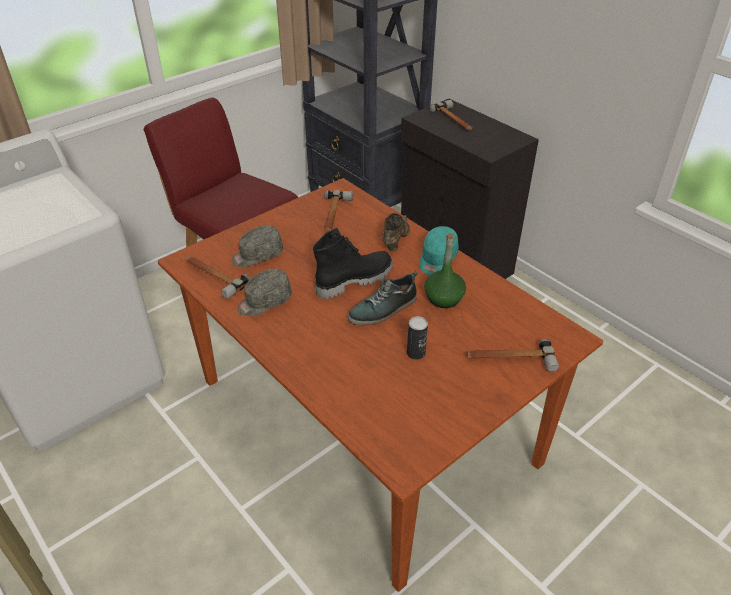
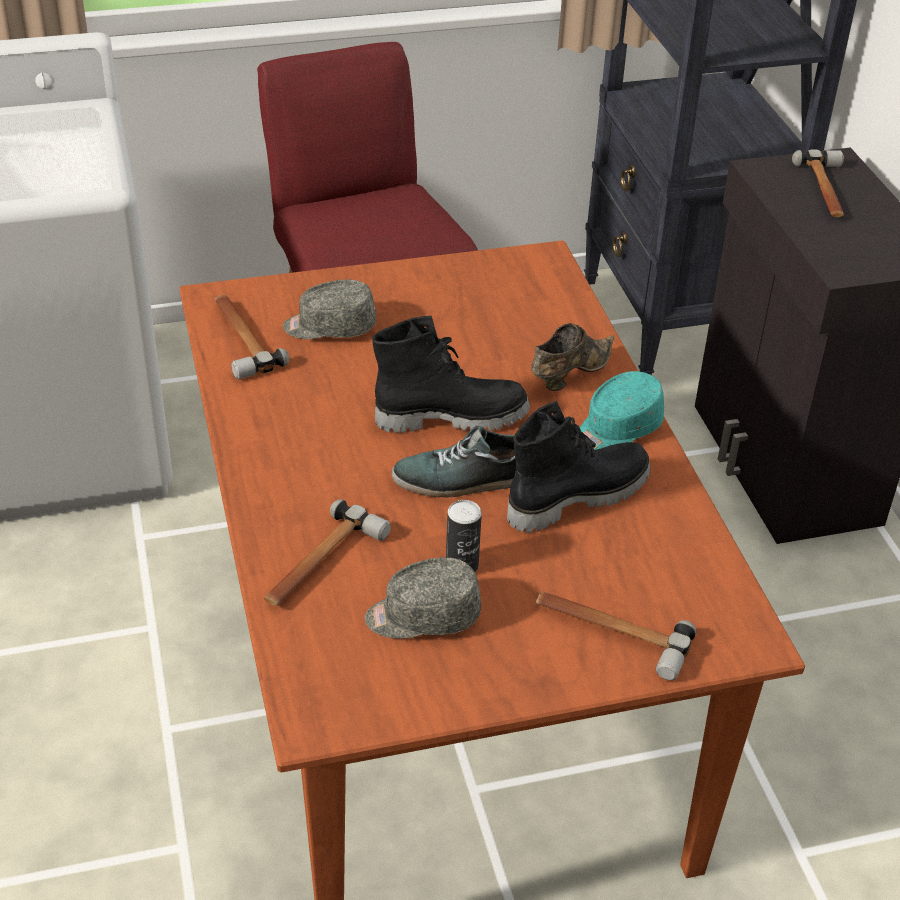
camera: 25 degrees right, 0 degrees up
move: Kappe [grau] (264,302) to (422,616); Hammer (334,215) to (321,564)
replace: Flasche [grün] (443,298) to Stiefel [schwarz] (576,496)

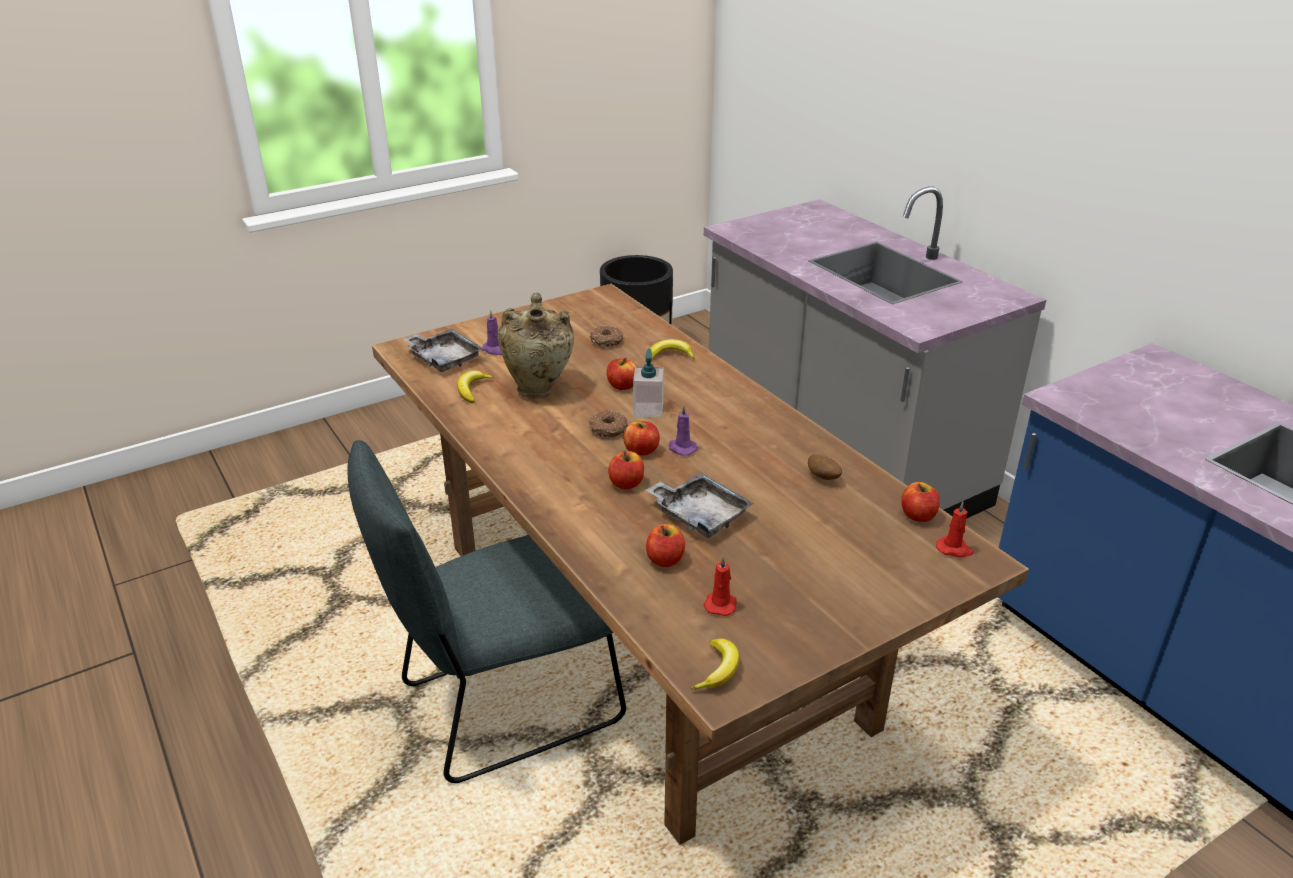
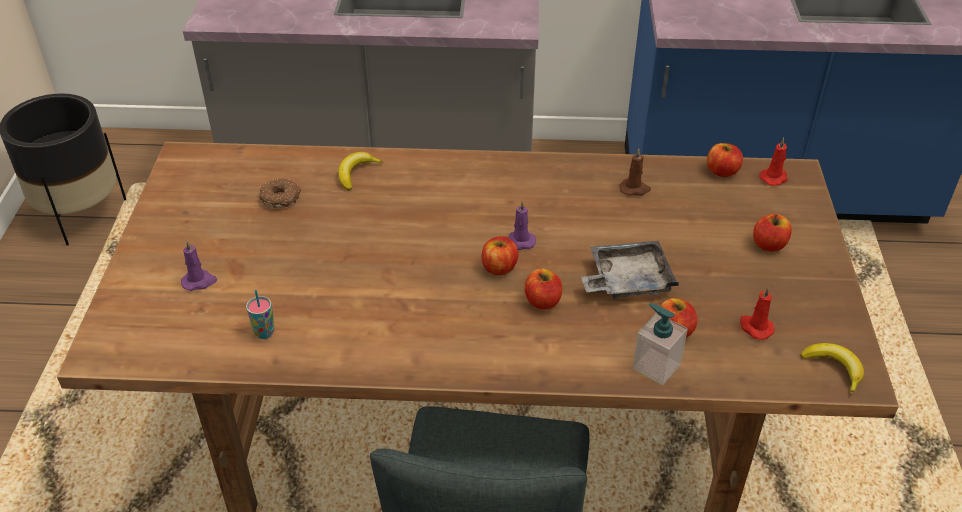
camera: 55 degrees left, 10 degrees up
delete: Tablett [grau] (443,358); Vase [beige] (539,390); Donut (608,430)
move: Apfel (622,386) to (769,245); Seifenspender (648,410) to (656,366)
replace: Banane (473,390) to Tasse (264,333); Kartoffel (823,478) to Kerze [braun] (635,189)

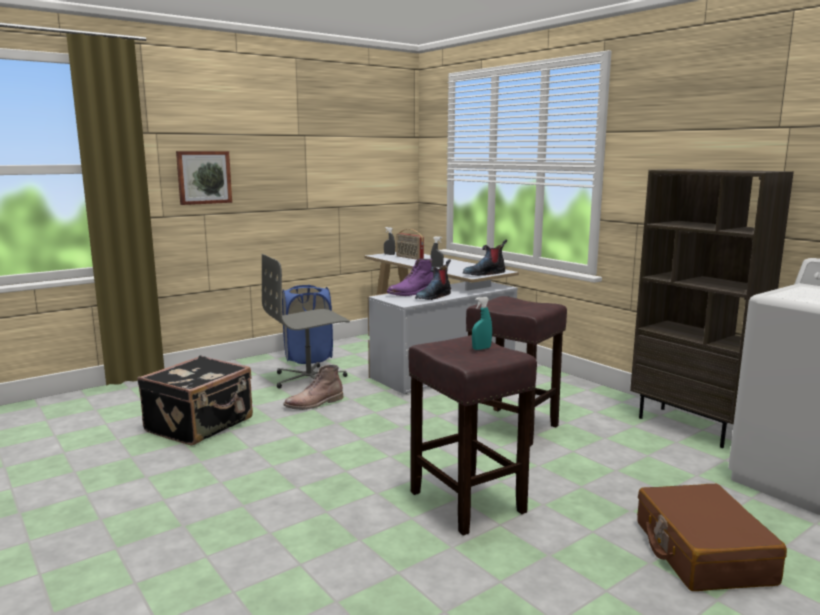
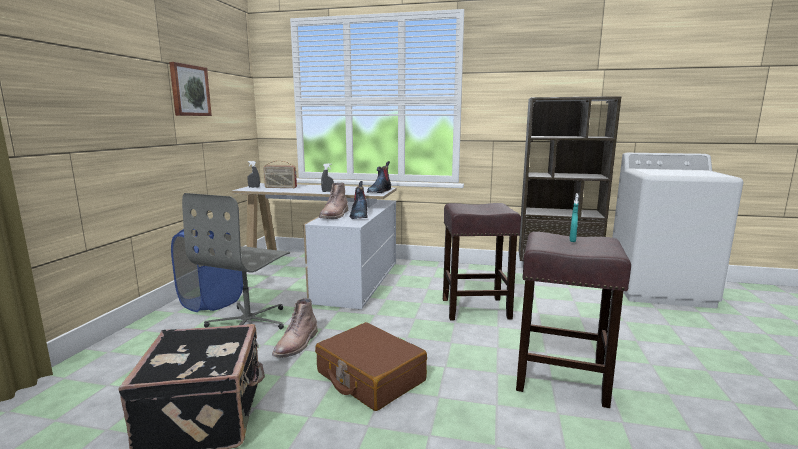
camera: 40 degrees left, 0 degrees up
move: Bild (204,177) to (189,90); Koffer [braun] (702,552) to (370,377)
recolor: Stiefel [lila] (412,293) to Stiefel [braun] (335,216)

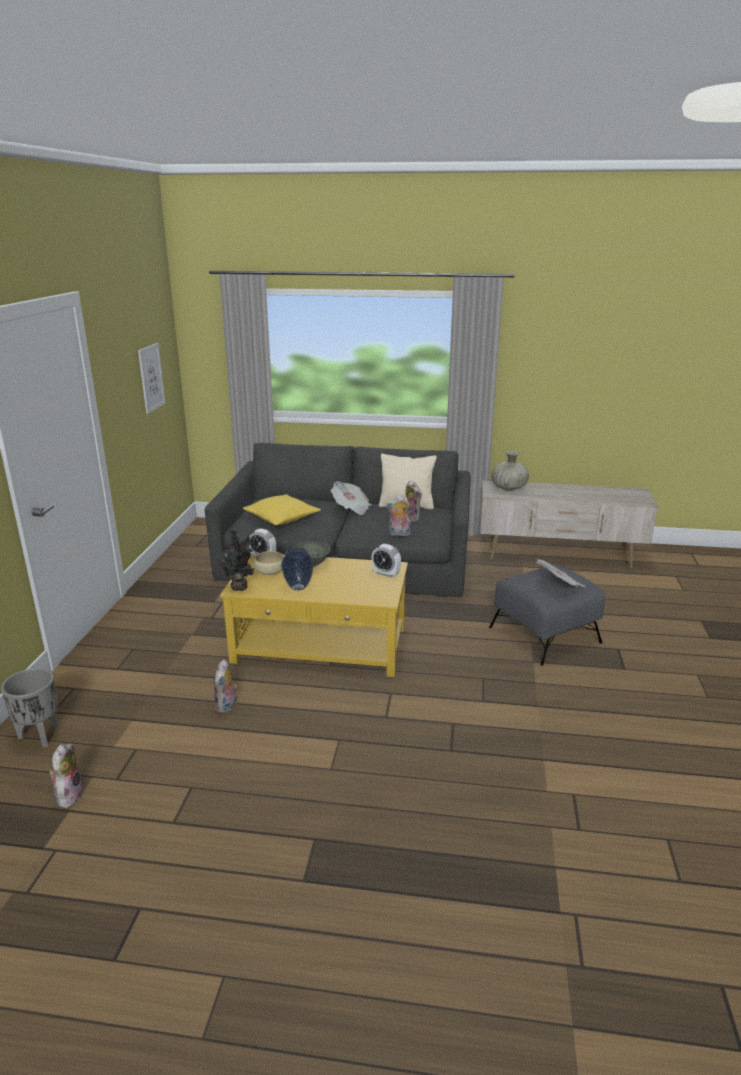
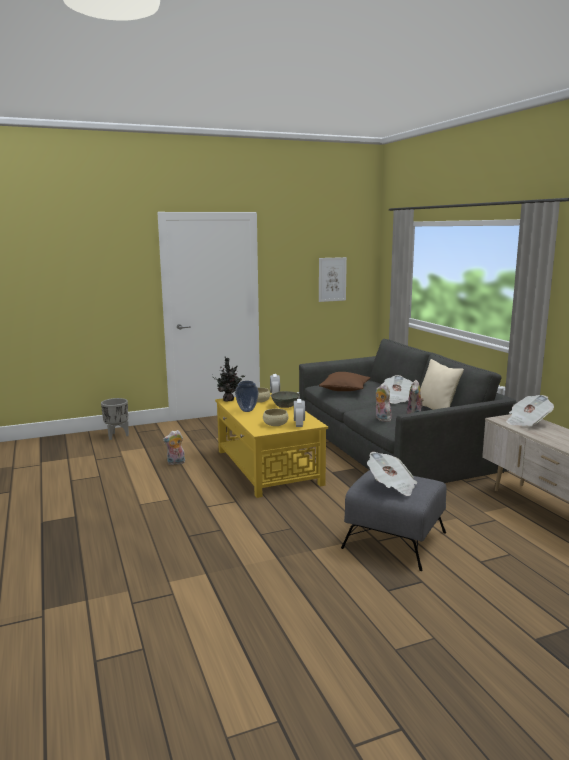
camera: 60 degrees right, 10 degrees down
delete: Plüschtier (69,795)
insert: Schüssel [beige] (275,424)
replace: Vase [beige] (509,488) to Zeitung (527,422)
recolor: Kissen [gelb] (282,518) to Kissen [braun] (345,389)

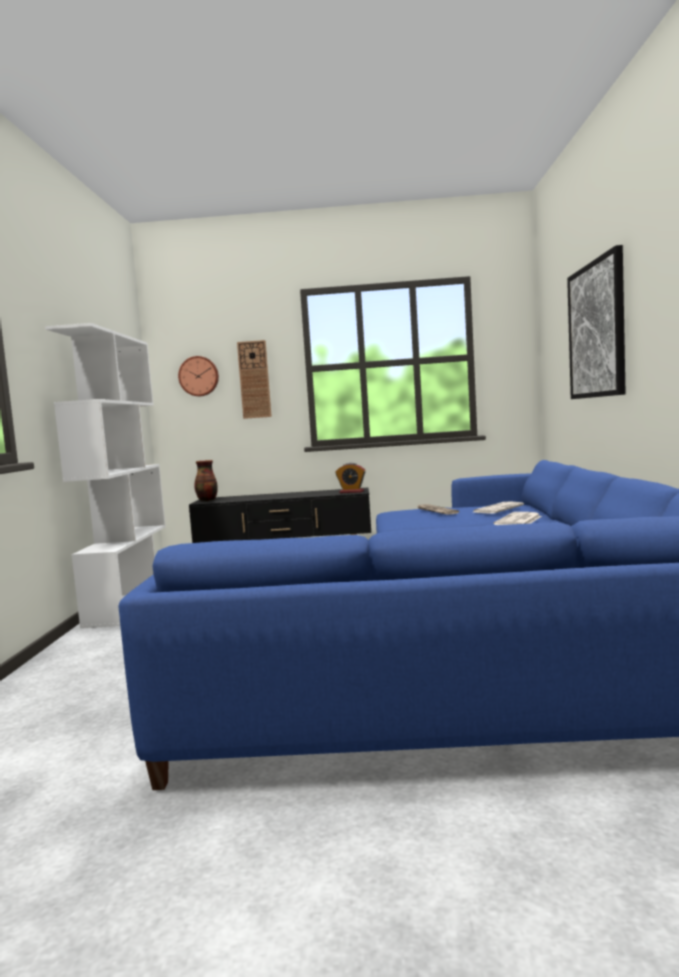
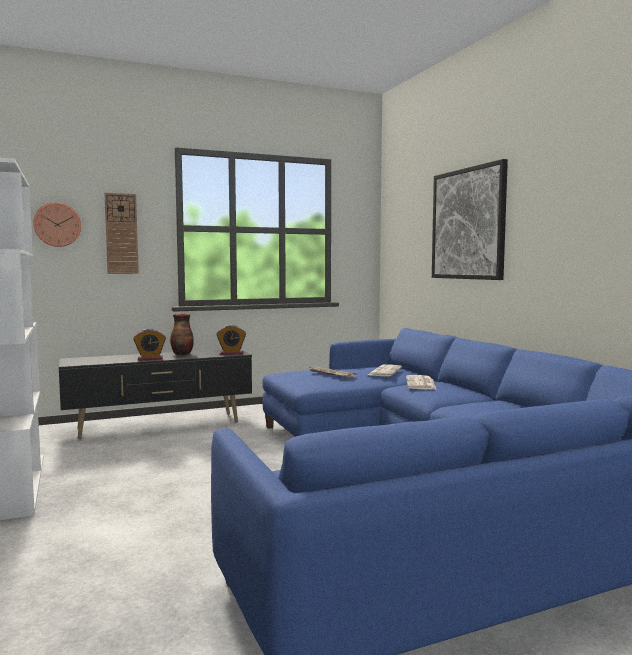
camera: 25 degrees left, 0 degrees up
insert: Wecker (150,359)
move: Vase (207,500) to (182,354)

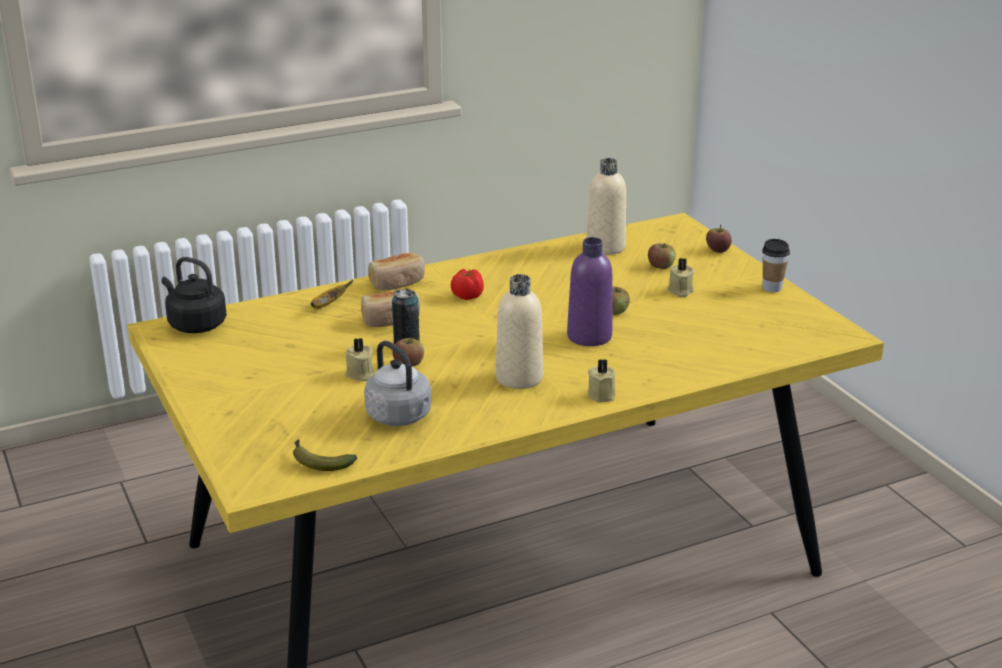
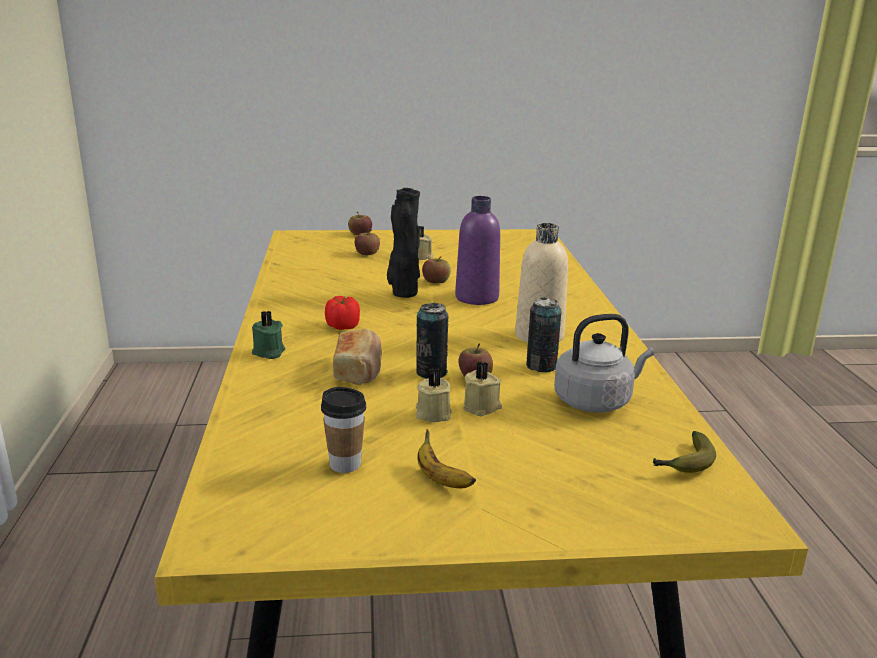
camera: 70 degrees left, 5 degrees down
delete: Wasserkessel [schwarz] (195,324); Flasche [beige] (605,247)
insert: Vase [schwarz] (403,294); Dose (541,366)
move: Banane (328,305) to (441,479); Kerze [beige] (602,394) to (432,413); Tasse (772,288) to (345,464)
replace: Brot (397,282) to Kerze [grün] (268,352)

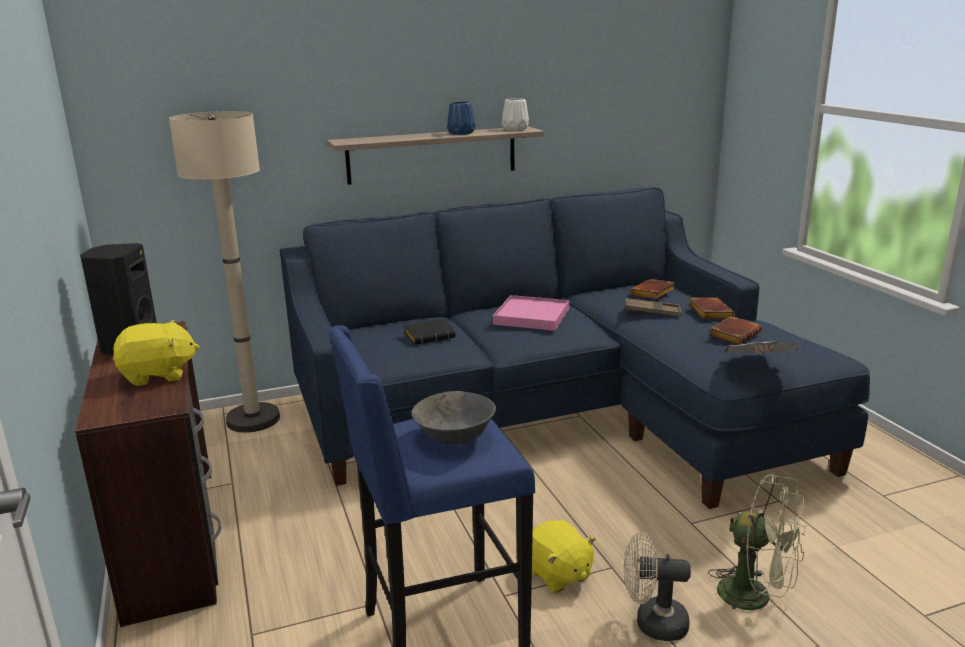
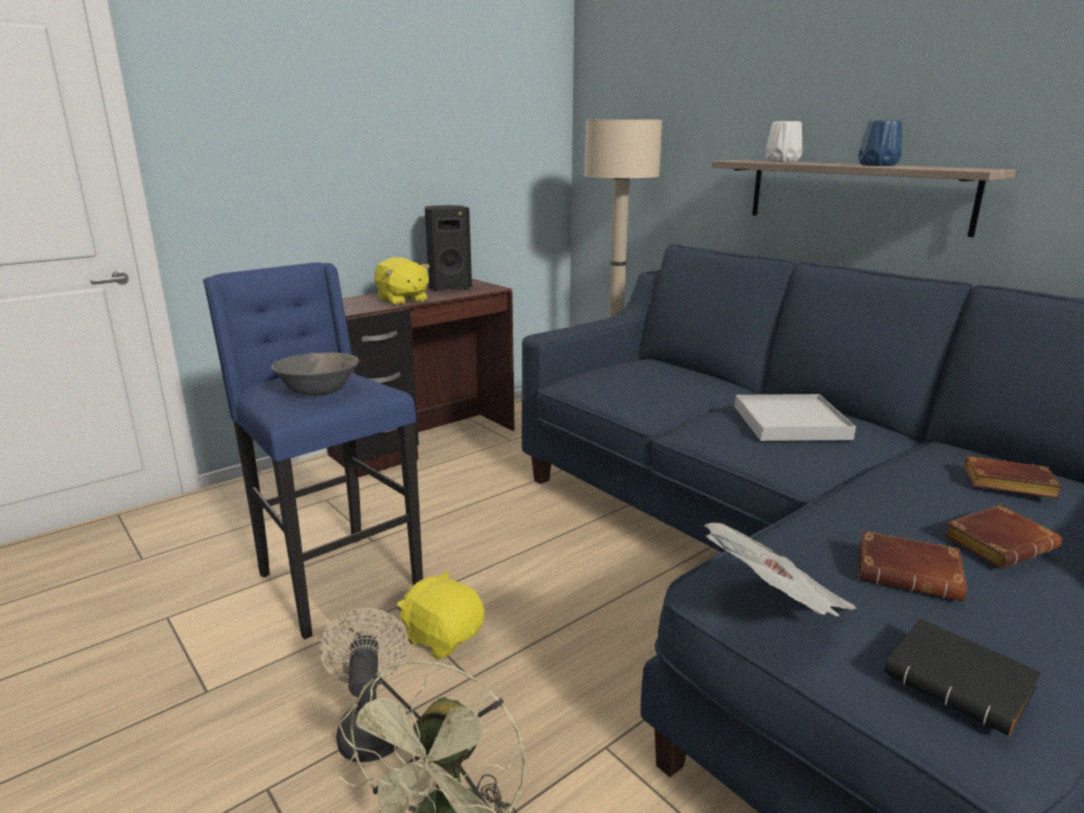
camera: 70 degrees right, 0 degrees up
delete: Tablett [braun] (652,312)
move: Buch [schwarz] (430,336) to (963,684); Vase [weiß] (514,129) to (781,161)
recolor: Tablett [rosa] (532,316) to Tablett [weiß] (791,422)
rotate: Plüschtier [gelb] (558,574) = (443,637) 90 degrees clockwise

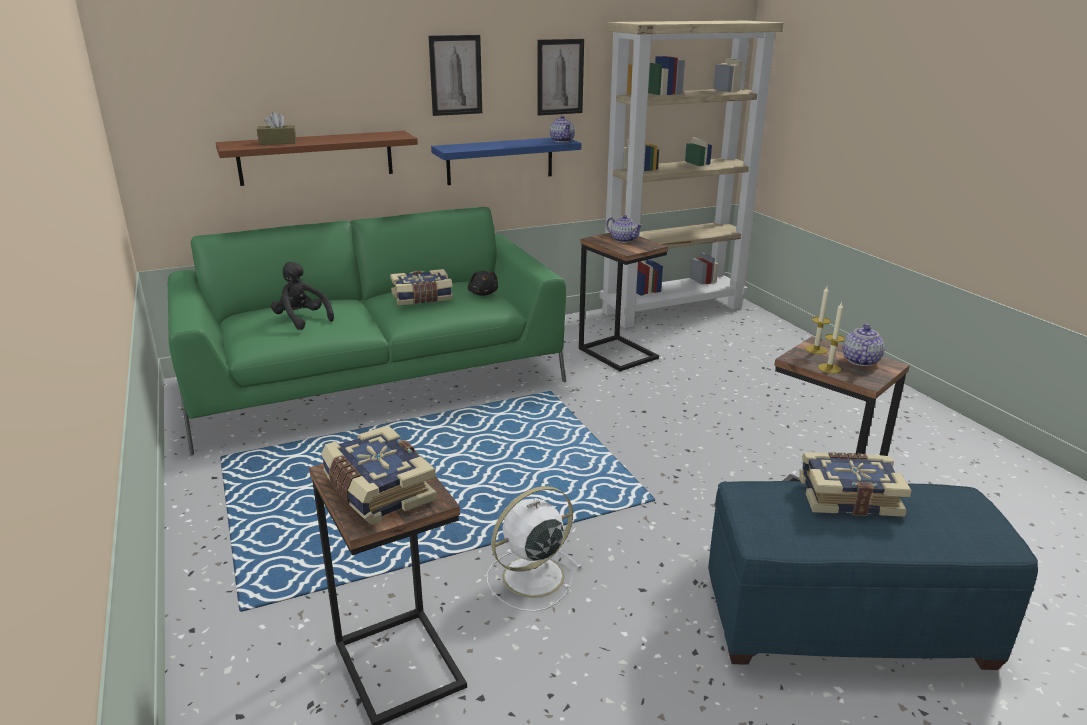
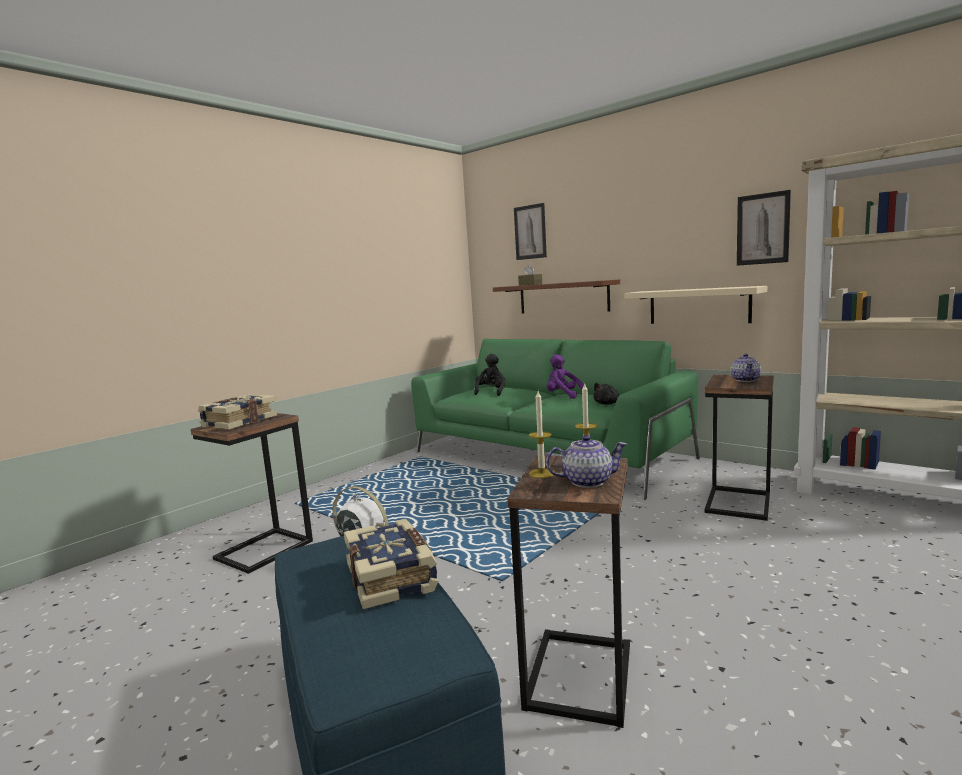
camera: 65 degrees right, 15 degrees down
delete: Teekanne (562,140)
move: Bild (455,75) to (530,232)
replace: Buch (422,298) to Plüschtier [lila] (563,396)
recolor: Wandregal [blau] (500,160) to Wandregal [beige] (698,306)

